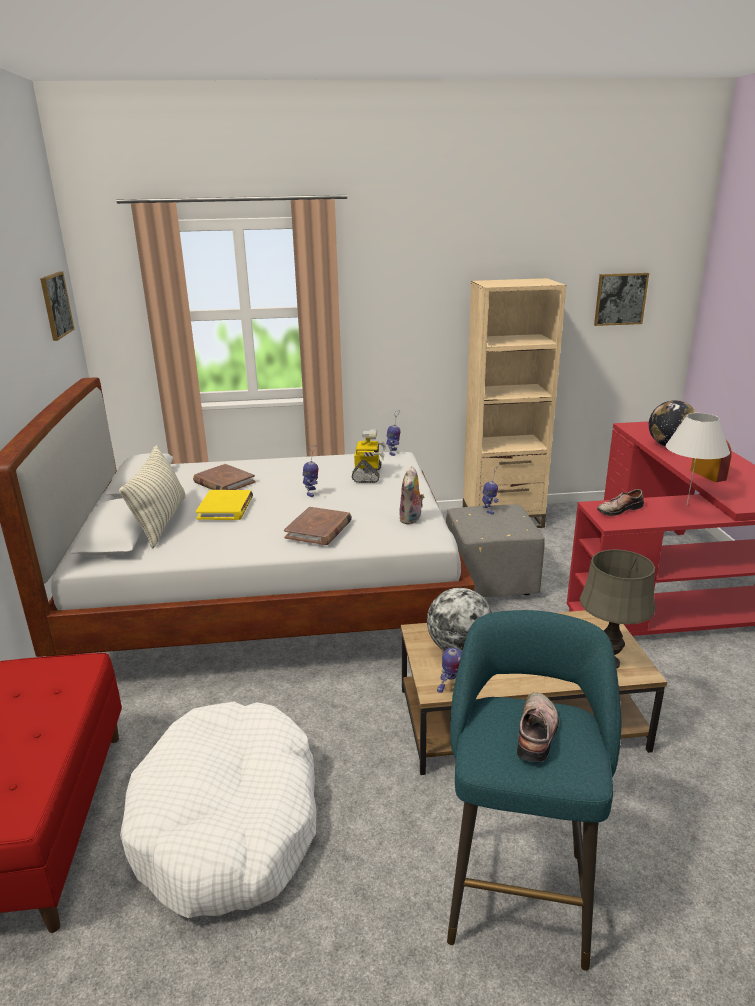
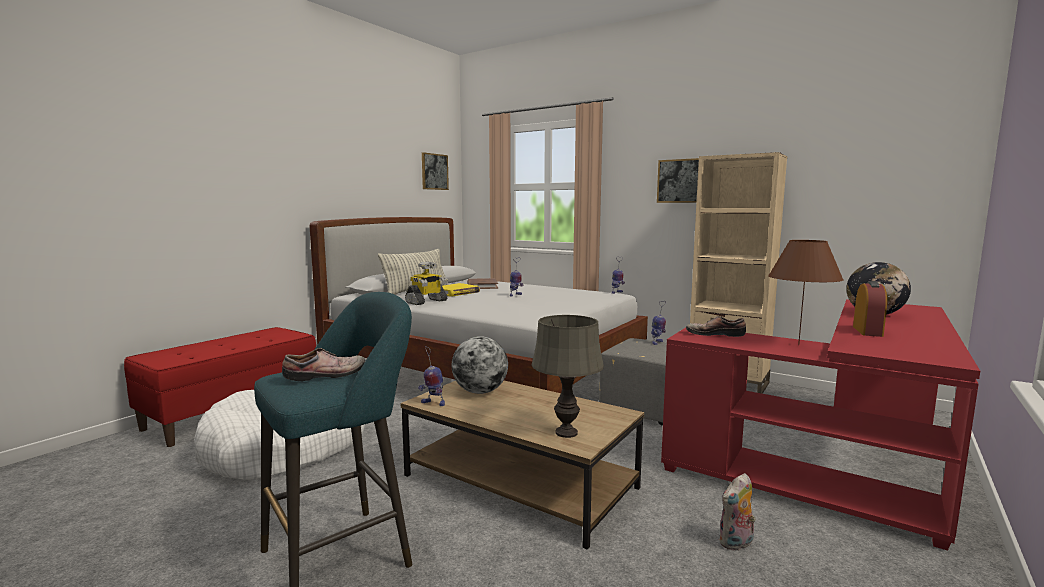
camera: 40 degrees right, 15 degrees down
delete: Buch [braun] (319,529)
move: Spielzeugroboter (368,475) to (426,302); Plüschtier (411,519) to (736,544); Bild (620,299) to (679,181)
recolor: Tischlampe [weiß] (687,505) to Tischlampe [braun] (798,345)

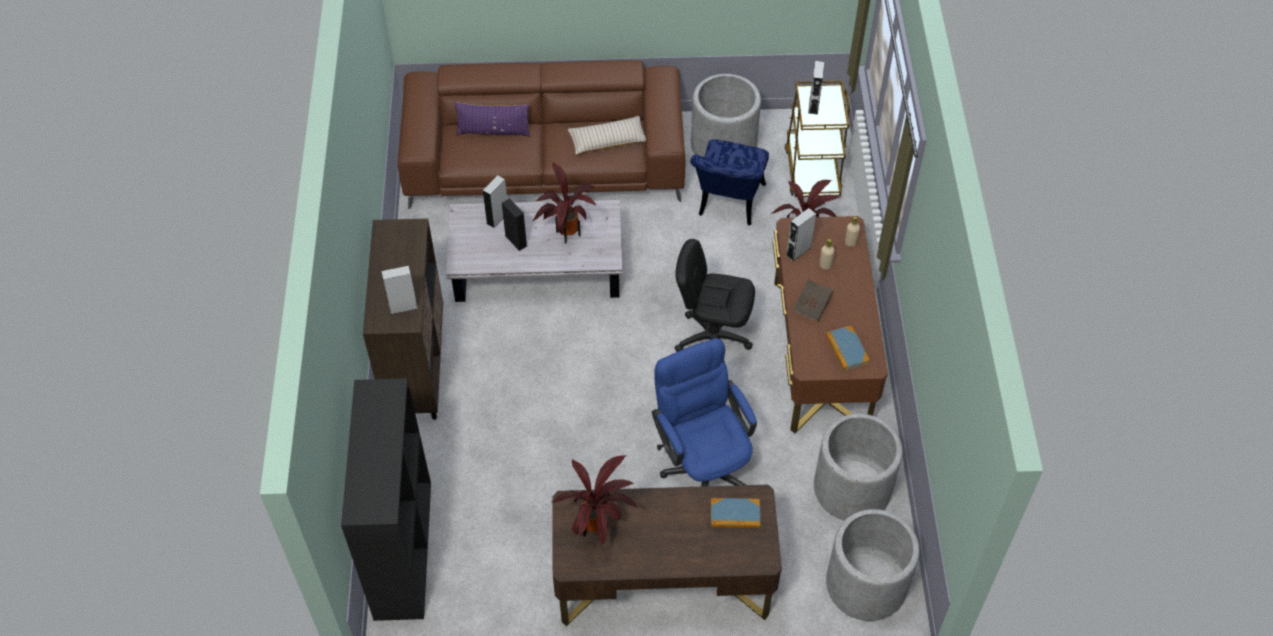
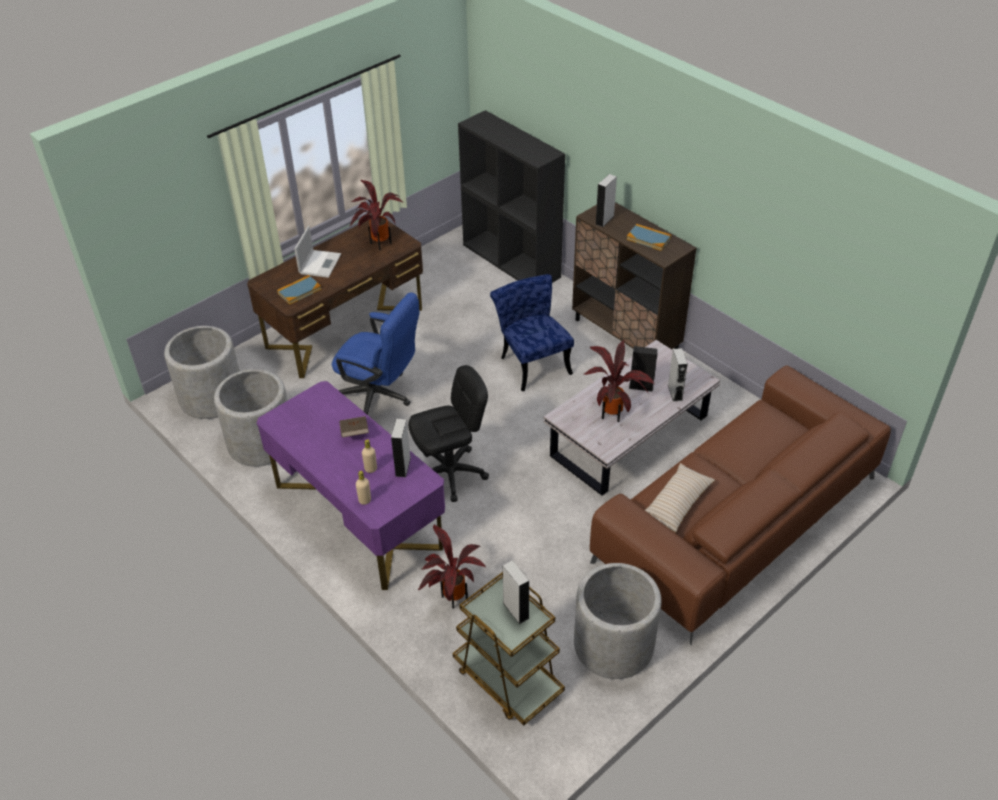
camera: 140 degrees right, 10 degrees down
delete: Kissen [lila] (493,131)
insert: Laptop (320,263)
move: Stuhl [blau] (728,204) to (532,362); Buch (847,349) to (648,239)
recolor: Schreibtisch [braun] (820,353) to Schreibtisch [lila] (358,516)

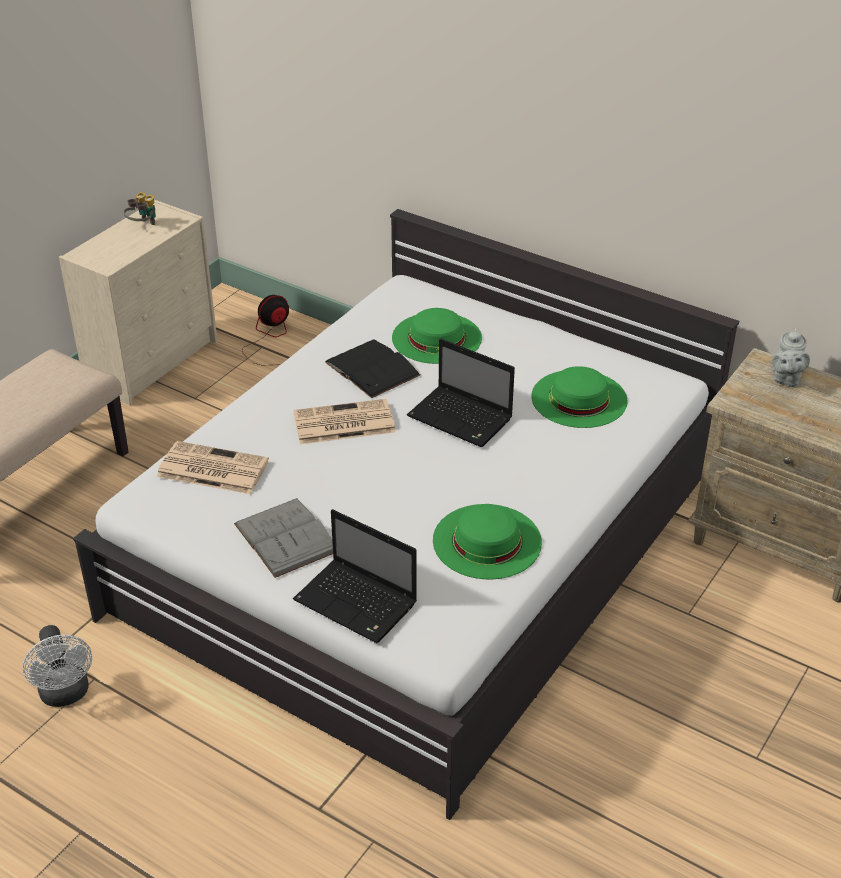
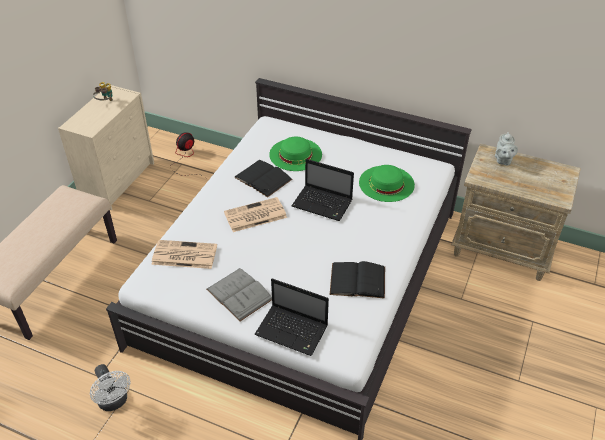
camera: 10 degrees left, 5 degrees up
replace: Hut [grün] (487,541) to Buch [schwarz] (357,280)

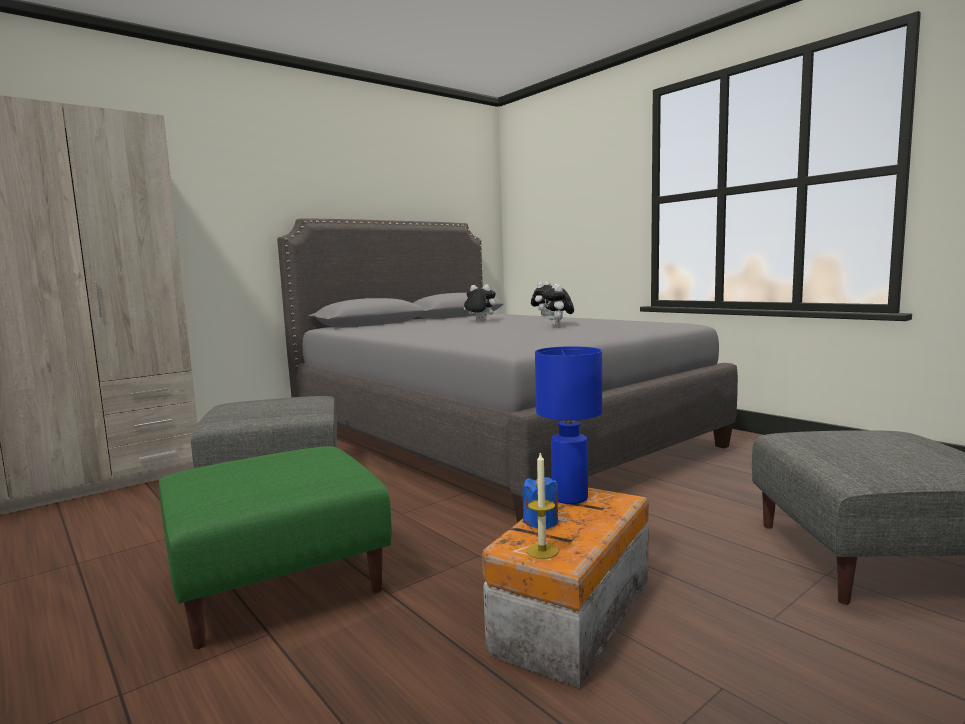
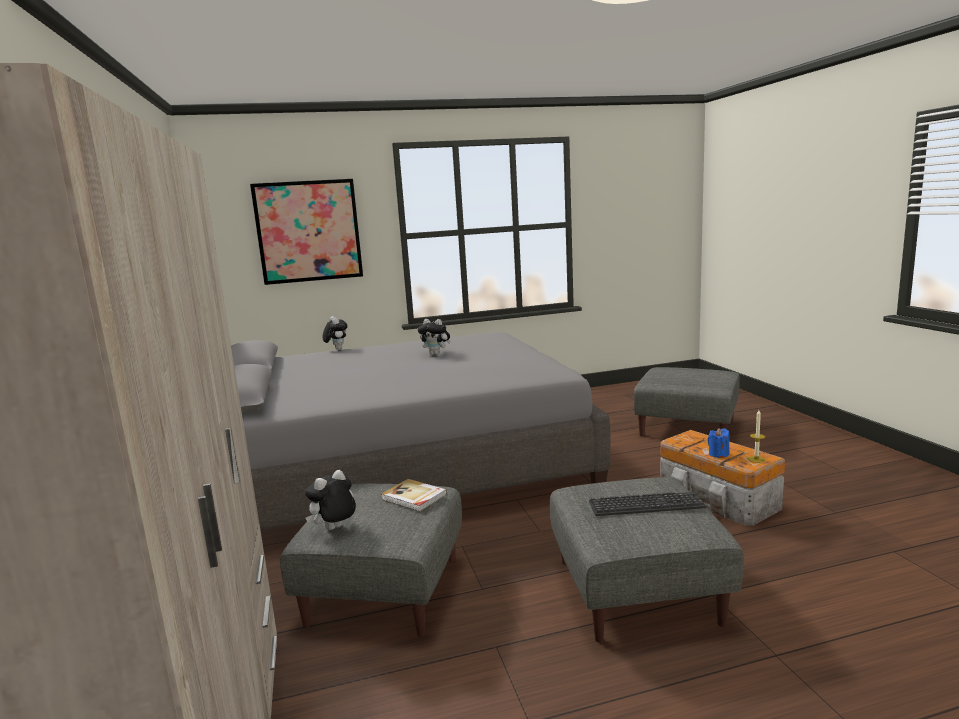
camera: 65 degrees left, 5 degrees up
delete: Tischlampe [blau] (569,498)
insert: Bild (308,231); Buch (414,497); Tastatur (646,505)
move: Plüschtier (479,321) to (334,529)
recolor: Polsterhocker [grün] (277,582) to Polsterhocker [grau] (637,591)

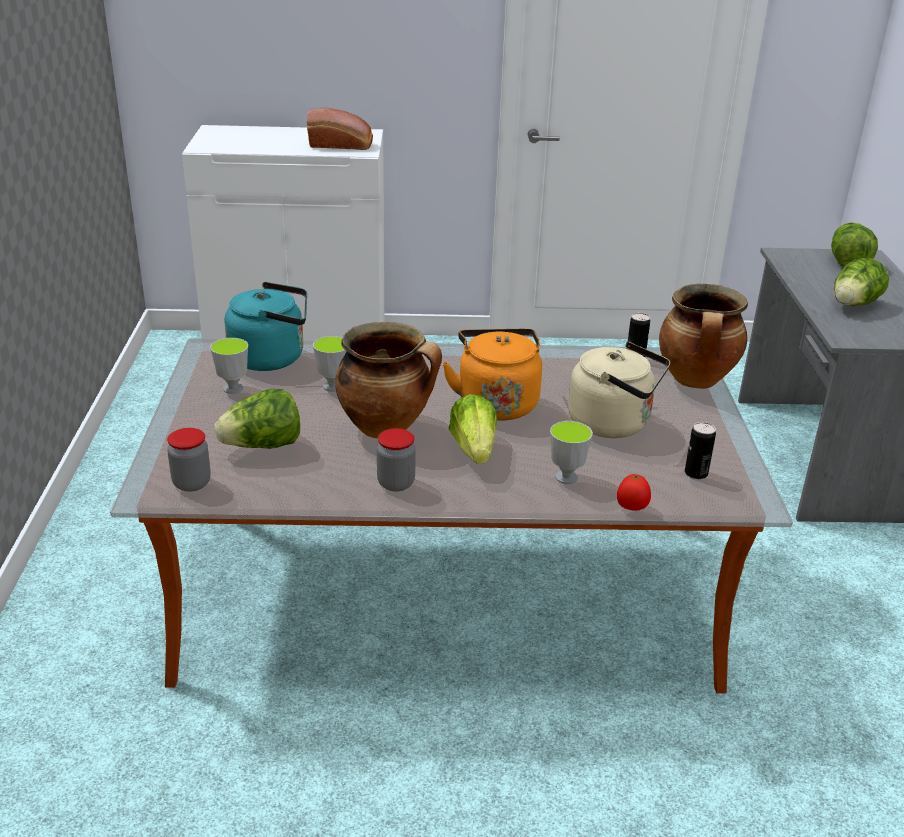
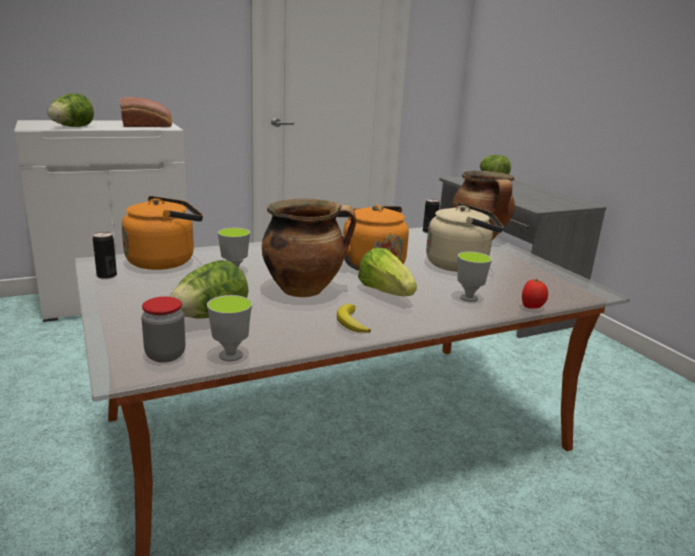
camera: 25 degrees left, 10 degrees down
move: Tasse (233,389) to (230,355); Dose (696,473) to (107,275); Salatkopf (853,305) to (72,127)
replace: Vorratsglas (396,483) to Banane (351,322)
recolor: Wasserkessel [türkis] (272,358) to Wasserkessel [orange] (165,261)

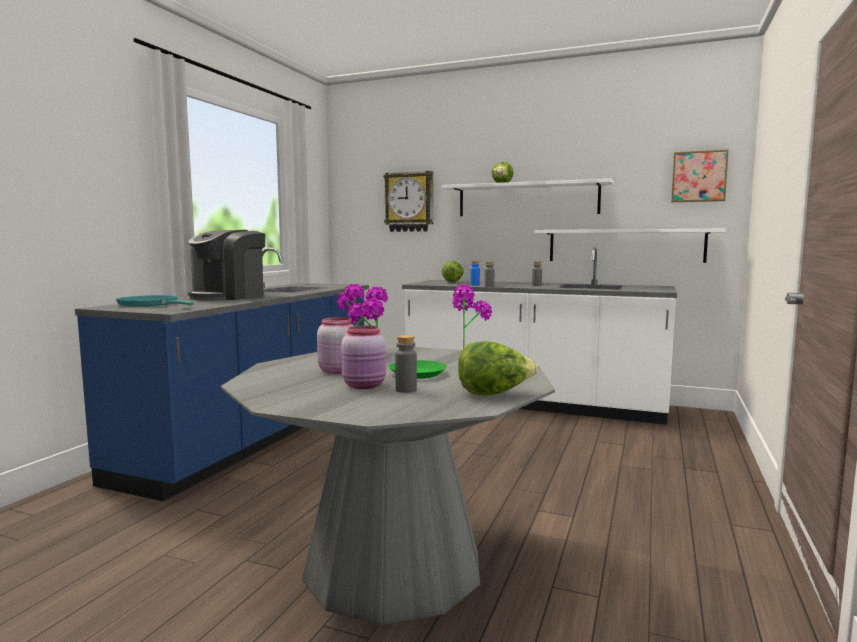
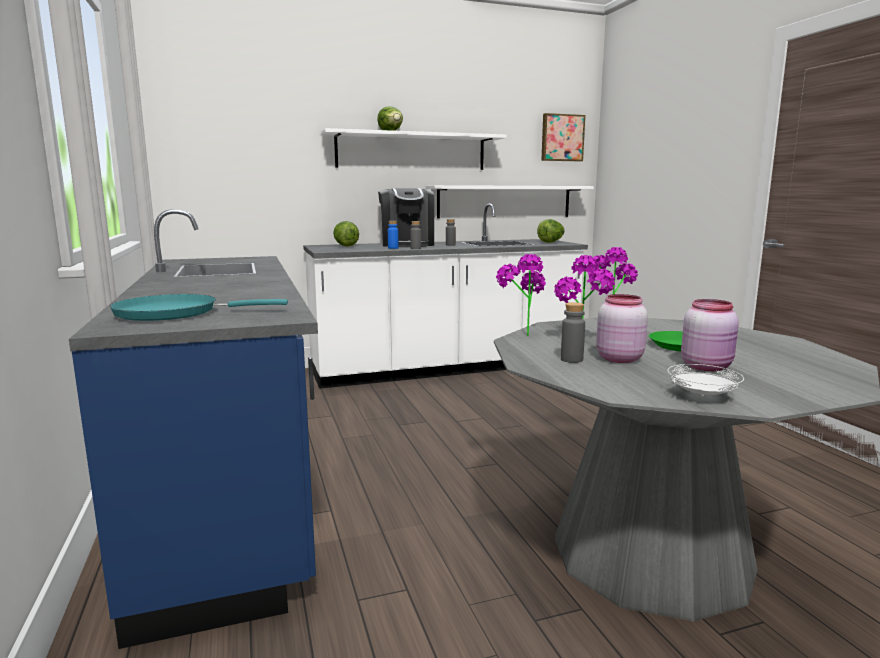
camera: 40 degrees left, 5 degrees up
delete: Wanduhr (409,202)
insert: Teller [weiß] (702,396)
move: Kaffeemaschine (228,296) to (407,244); Flasche [grau] (406,390) to (571,360); Salatkopf (494,394) to (551,242)

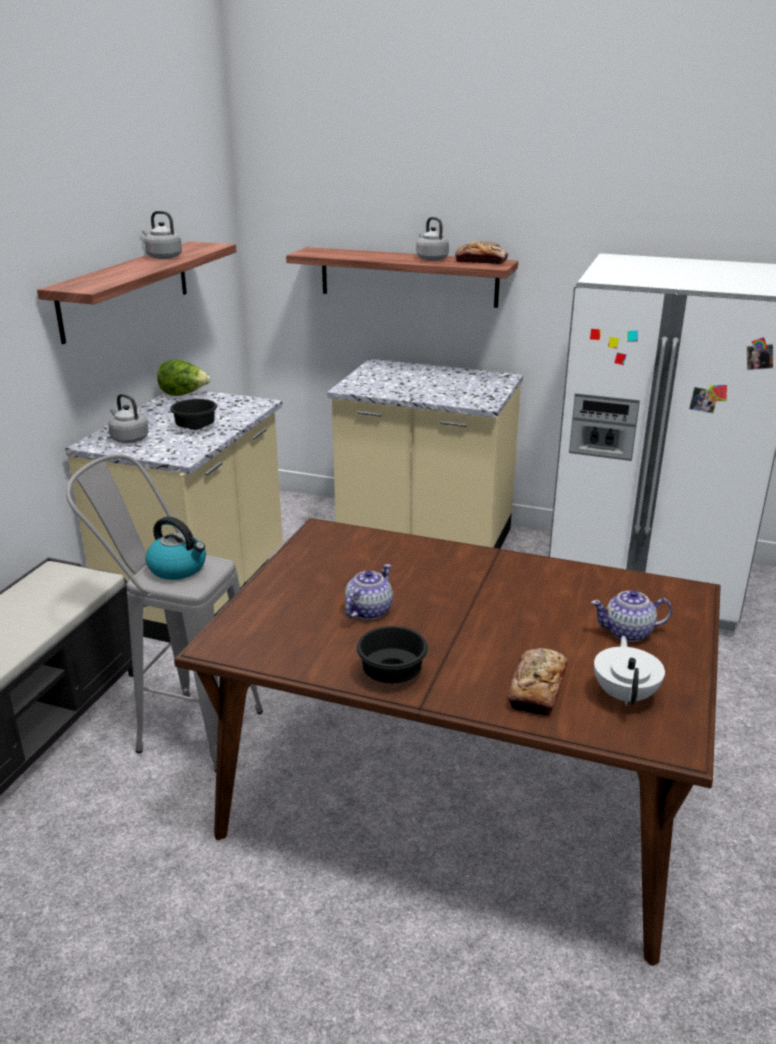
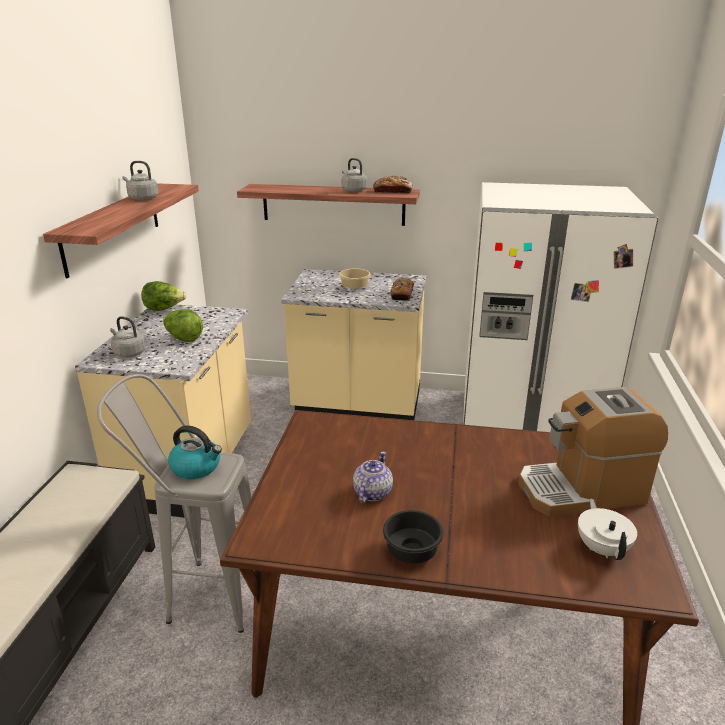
camera: 10 degrees left, 0 degrees up
insert: Schüssel [beige] (354,288)
move: Brot (537,688) to (402,294)
replace: Schüssel [schwarz] (195,428) to Salatkopf (183,339); Teekanne (628,632) to Kaffeemaschine (582,490)

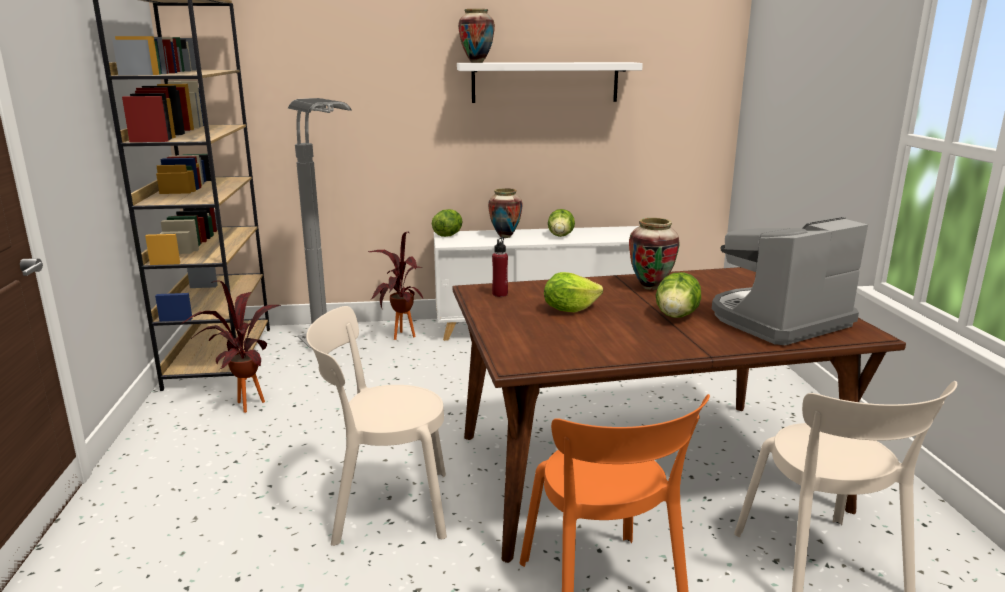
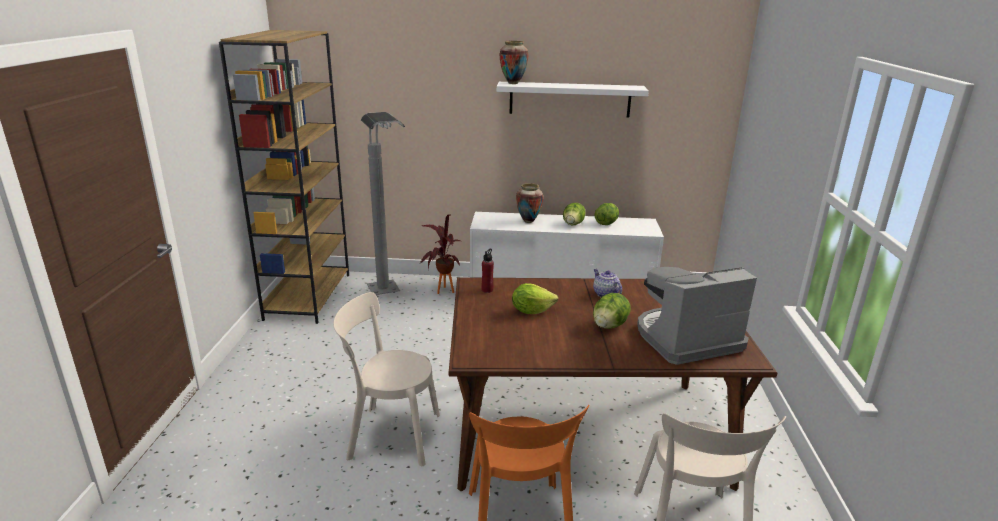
camera: 10 degrees right, 5 degrees up
delete: Topfpflanze (242,404)
move: Salatkopf (448,235) to (606,223)
replace: Vase (650,287) to Teekanne (605,294)

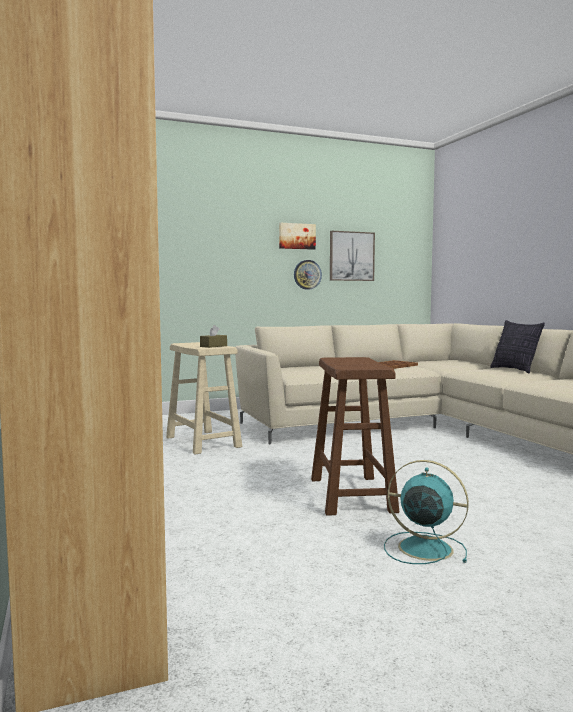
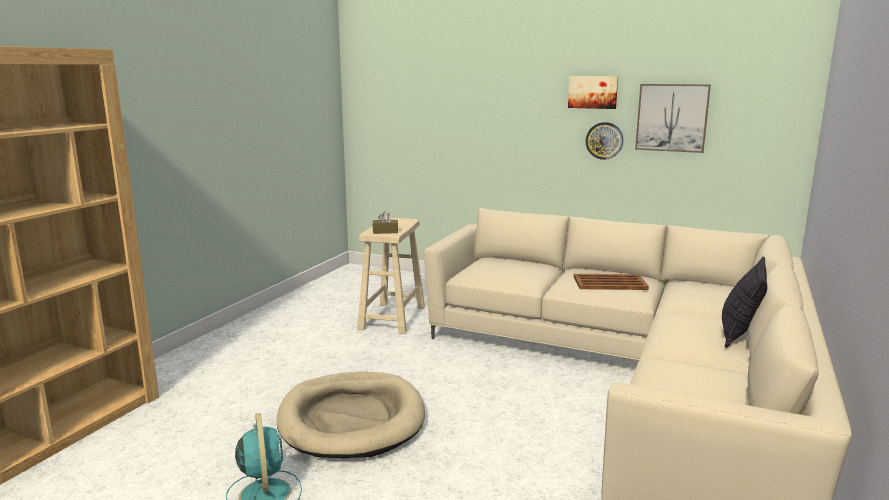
camera: 45 degrees right, 10 degrees up
replace: Hocker [braun] (351,494) to Hundebett [beige] (351,419)

